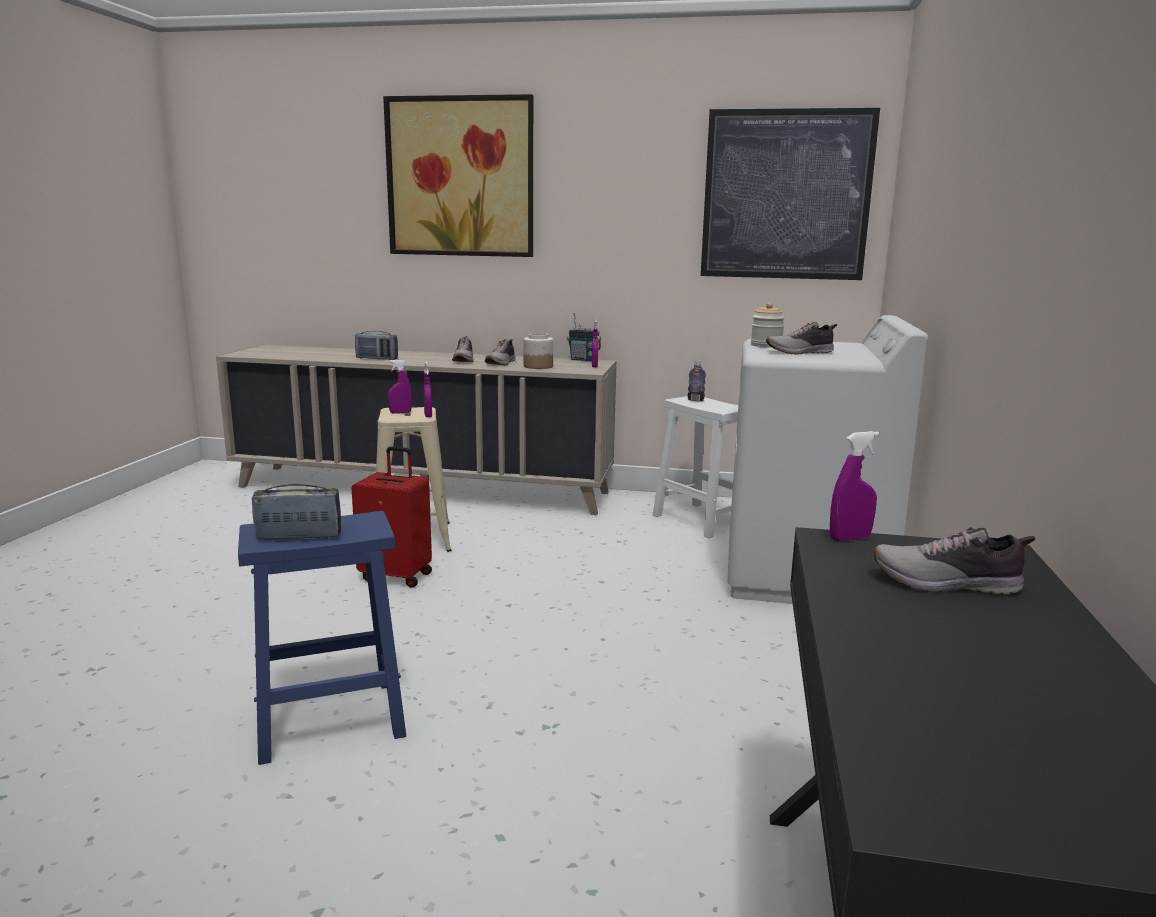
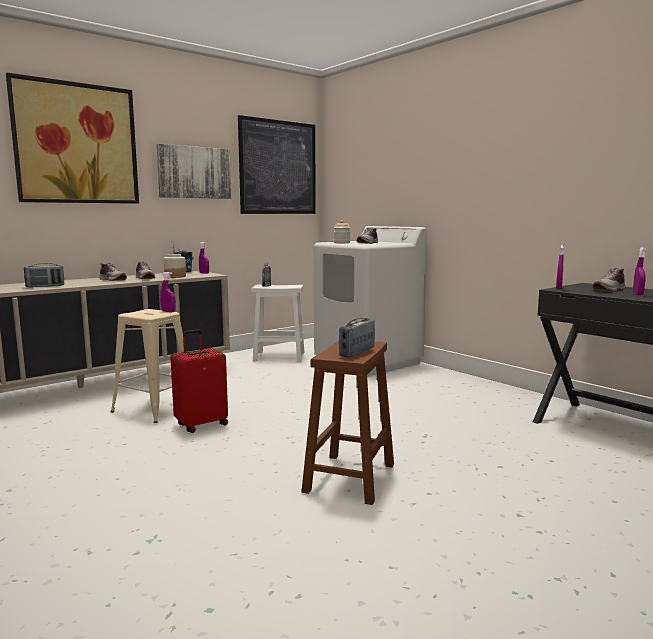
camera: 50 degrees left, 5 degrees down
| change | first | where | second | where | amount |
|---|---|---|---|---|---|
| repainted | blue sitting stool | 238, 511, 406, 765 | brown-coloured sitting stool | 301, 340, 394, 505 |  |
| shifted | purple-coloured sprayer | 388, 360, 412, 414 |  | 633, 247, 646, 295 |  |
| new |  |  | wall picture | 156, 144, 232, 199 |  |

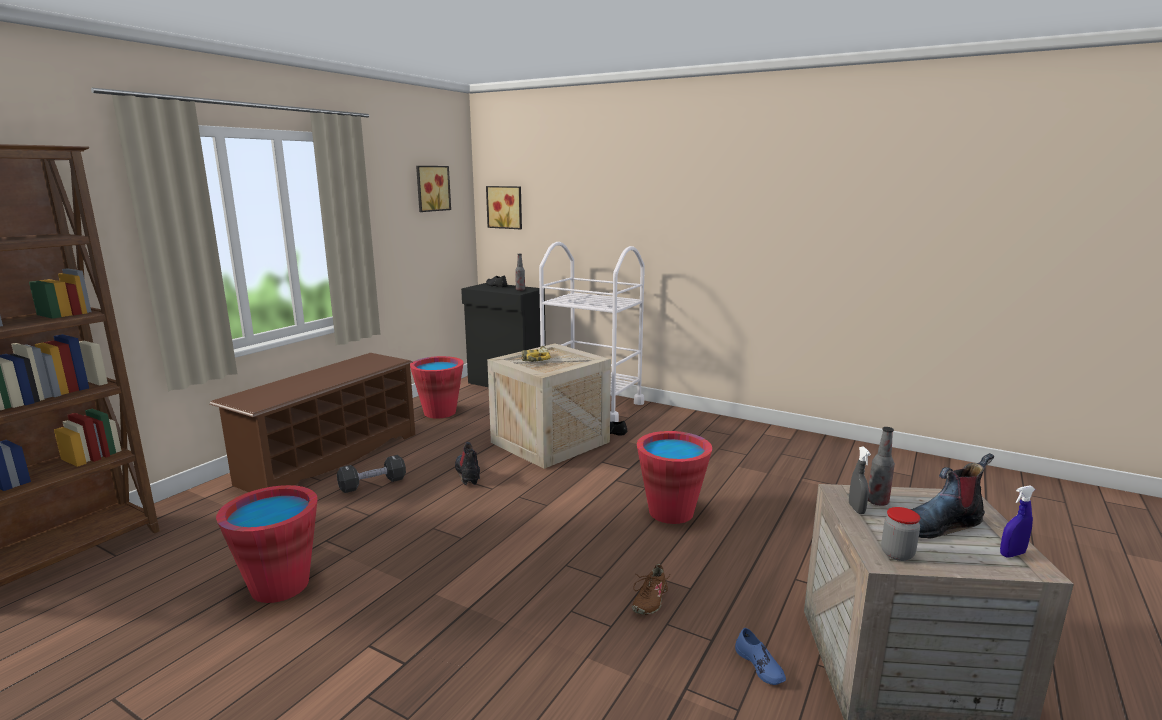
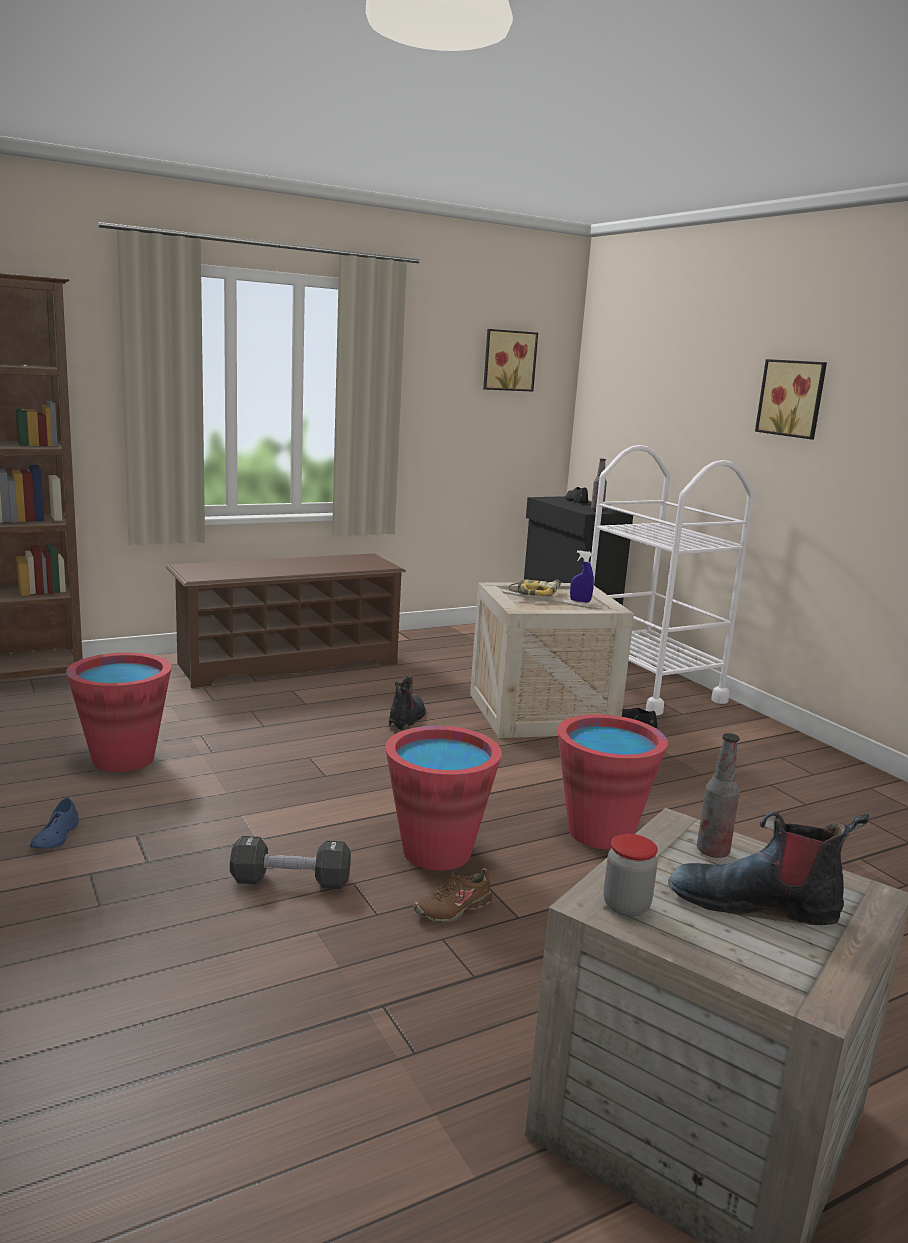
camera: 30 degrees right, 0 degrees up
| change | first | where | second | where | amount |
|---|---|---|---|---|---|
| shifted | black-coloured dumbbell | 337, 455, 406, 493 |  | 230, 836, 351, 889 |  |
| shifted | red water bucket | 410, 356, 464, 419 |  | 385, 726, 502, 870 |  |
| shifted | wall picture | 486, 186, 522, 229 |  | 755, 359, 827, 439 |  |
| shifted | blue shoe | 735, 628, 786, 685 |  | 30, 797, 79, 849 |  |
| gone | greyish sprayer | 849, 446, 871, 514 |  |  |  |
| shifted | blue sprayer | 1000, 485, 1035, 558 |  | 570, 551, 594, 603 |  |

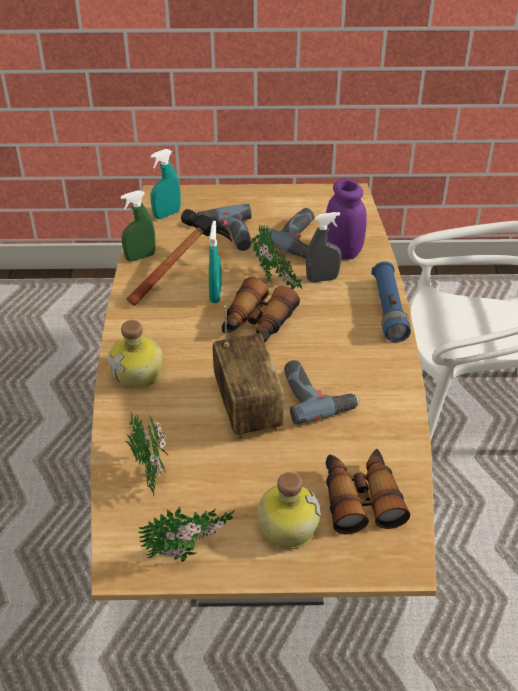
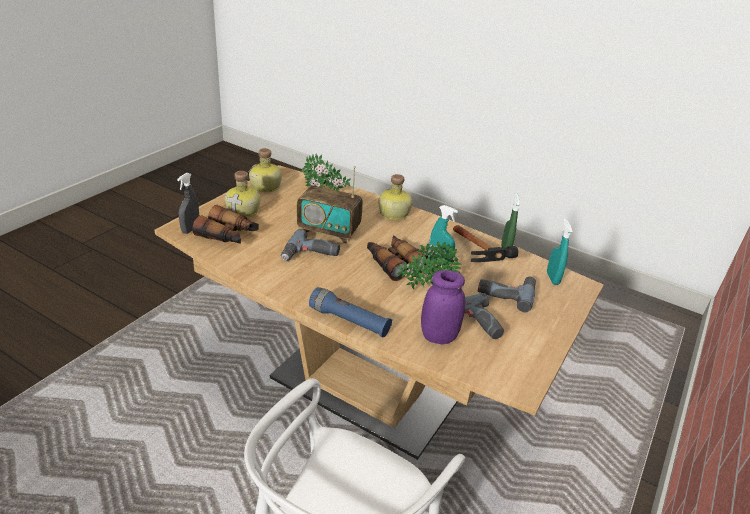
camera: 120 degrees right, 10 degrees down
| change | first | where | second | where | amount |
|---|---|---|---|---|---|
| swapped | plant in a pot | 138, 506, 235, 562 | bottle | 249, 148, 282, 192 |  |
| shifted | greyish sprayer | 306, 212, 341, 283 |  | 177, 173, 199, 234 |  |

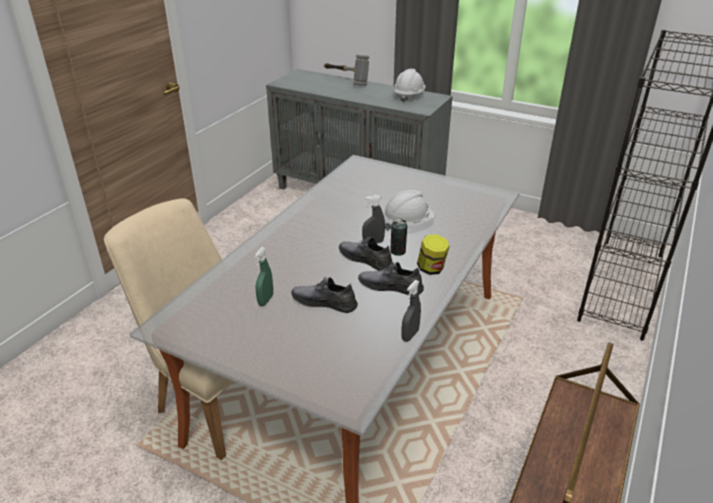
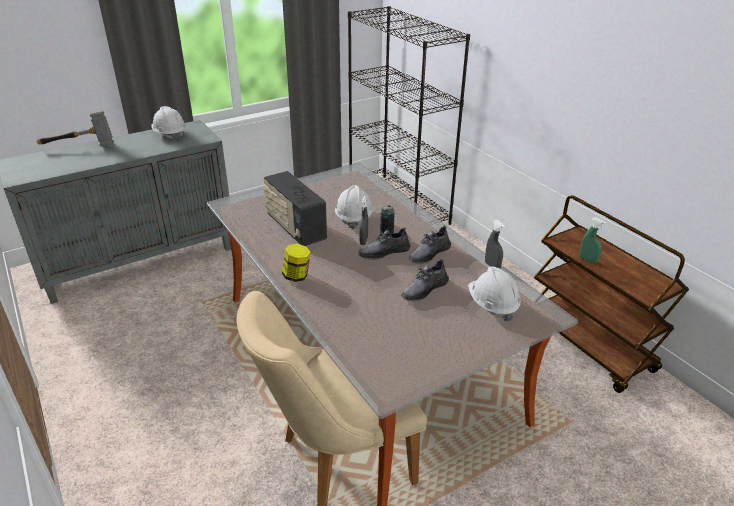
camera: 60 degrees left, 0 degrees up
| change | first | where | second | where | amount |
|---|---|---|---|---|---|
| shifted | greenish sprayer | 255, 247, 273, 306 |  | 580, 218, 606, 264 |  |
| shifted | preserve jar | 417, 234, 450, 275 |  | 282, 244, 311, 282 |  |
| new |  |  | radio set | 263, 171, 327, 246 |  |
| new |  |  | white-coloured hard hat | 468, 266, 521, 322 |  |

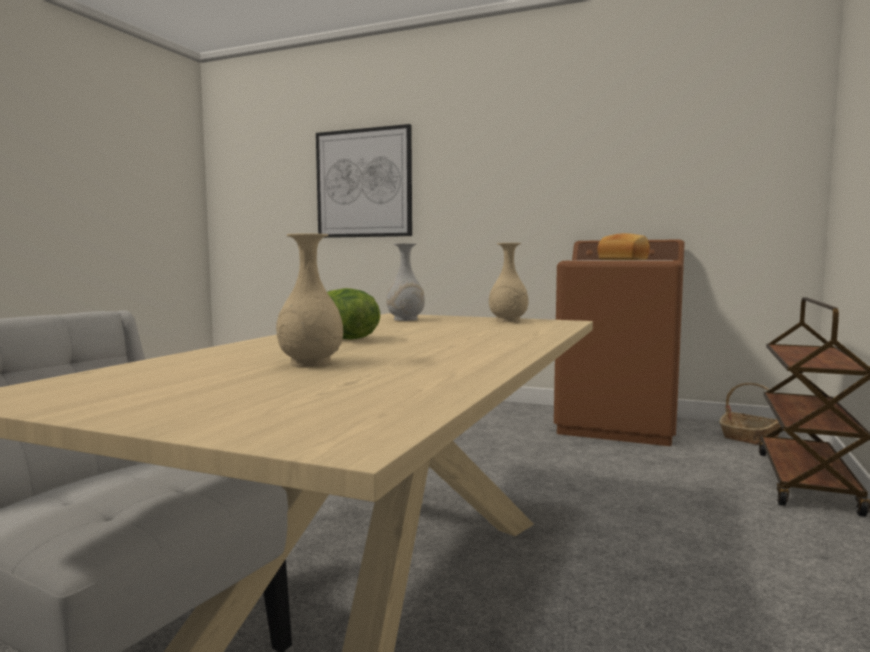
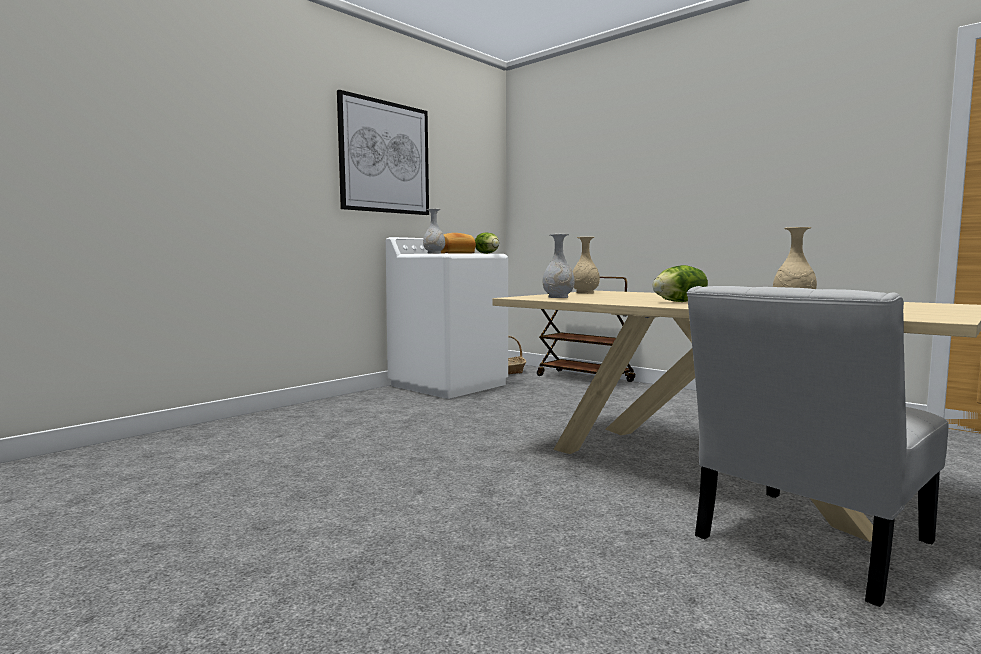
camera: 70 degrees left, 0 degrees up
| change | first | where | second | where | amount |
|---|---|---|---|---|---|
| shifted | wall picture | 316, 124, 412, 238 |  | 337, 90, 429, 215 |  |
| repainted | brown-coloured laundry machine | 554, 239, 685, 446 | white-coloured laundry machine | 386, 237, 508, 399 |  |
| new |  |  | white-coloured decorative vase | 423, 209, 445, 254 |  |
| new |  |  | head of lettuce | 475, 232, 499, 254 |  |

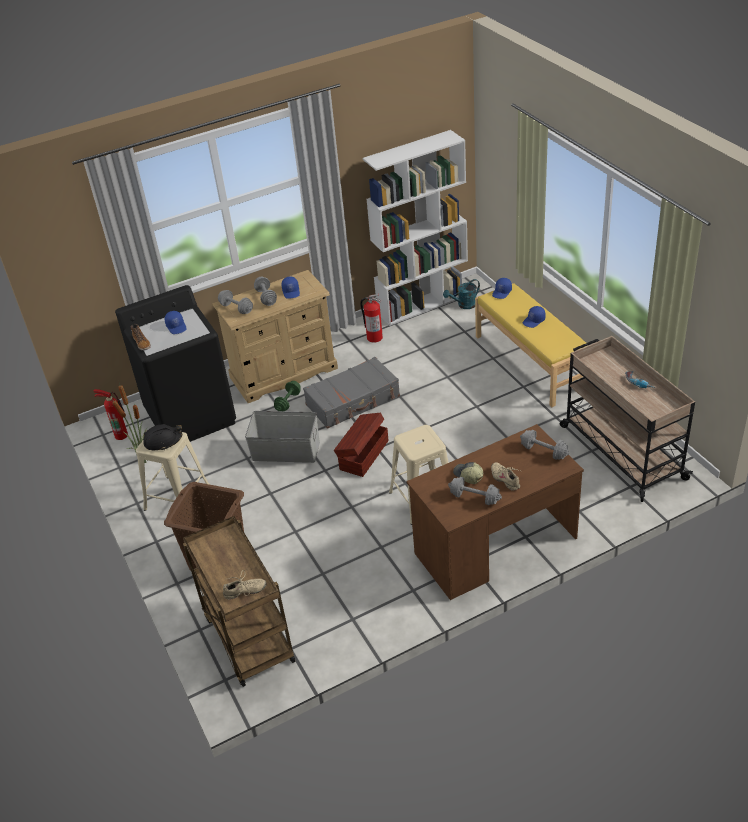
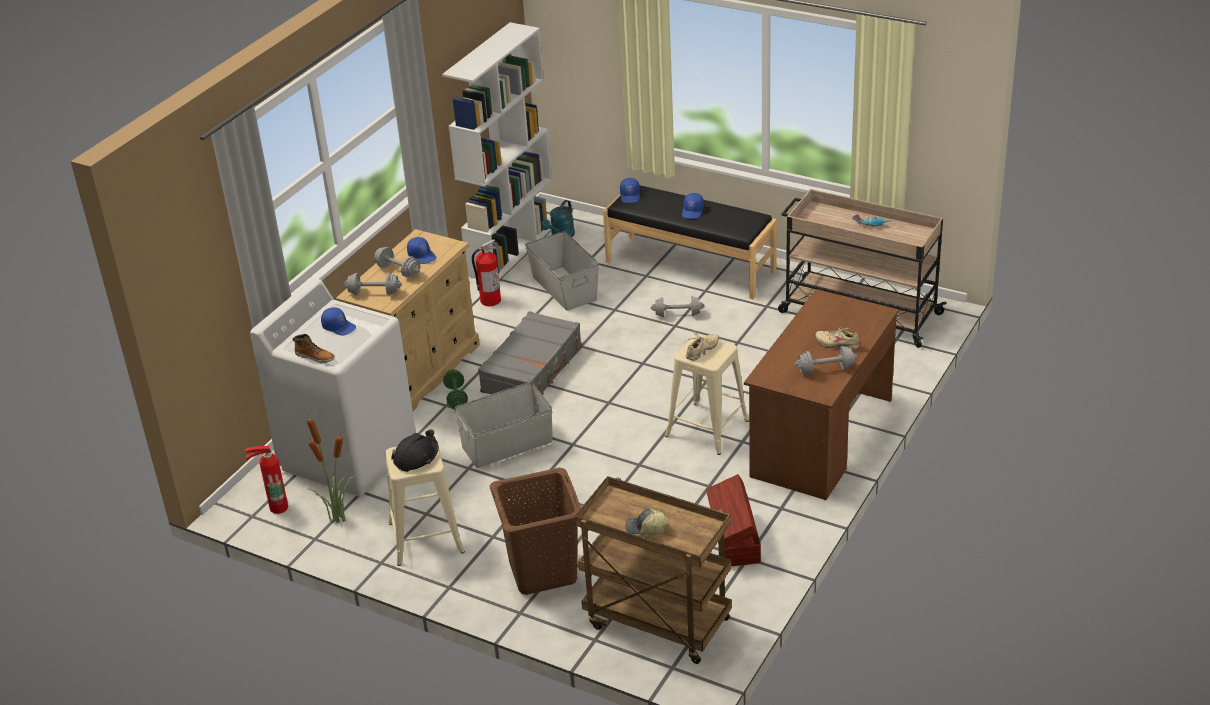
camera: 35 degrees left, 5 degrees down
| change | first | where | second | where | amount |
|---|---|---|---|---|---|
| repainted | black-coloured laundry machine | 115, 285, 236, 442 | white-coloured laundry machine | 250, 278, 416, 497 |  |
| shifted | sand-coloured shoe | 223, 570, 267, 600 |  | 684, 330, 719, 361 |  |
| shifted | brown-coloured storage container | 334, 413, 389, 477 |  | 706, 474, 761, 566 |  |
| shifted | cap | 453, 462, 483, 484 |  | 625, 508, 669, 535 |  |
| repainted | yellow bench | 475, 283, 586, 408 | black-coloured bench | 603, 185, 777, 299 |  |
| shifted | greyish dumbbell | 520, 430, 569, 460 |  | 651, 296, 704, 317 |  |
| new |  |  | greyish storage container | 525, 231, 599, 311 |  |

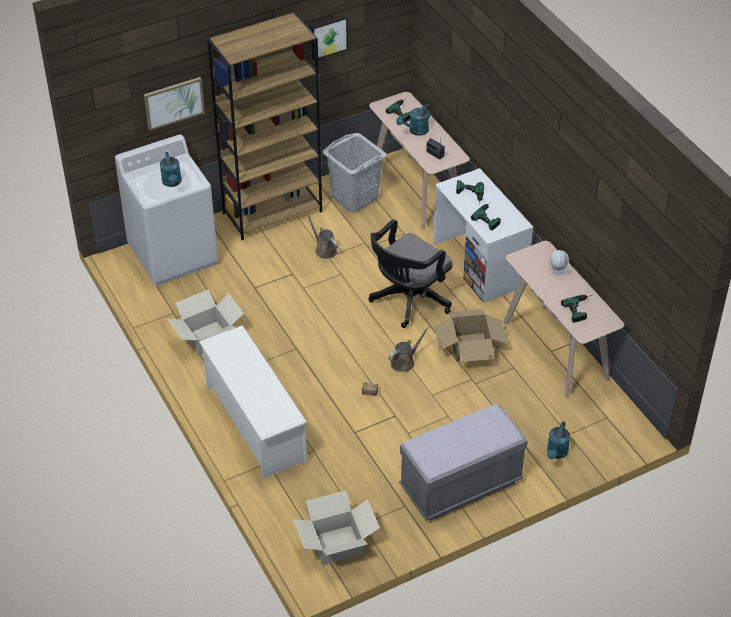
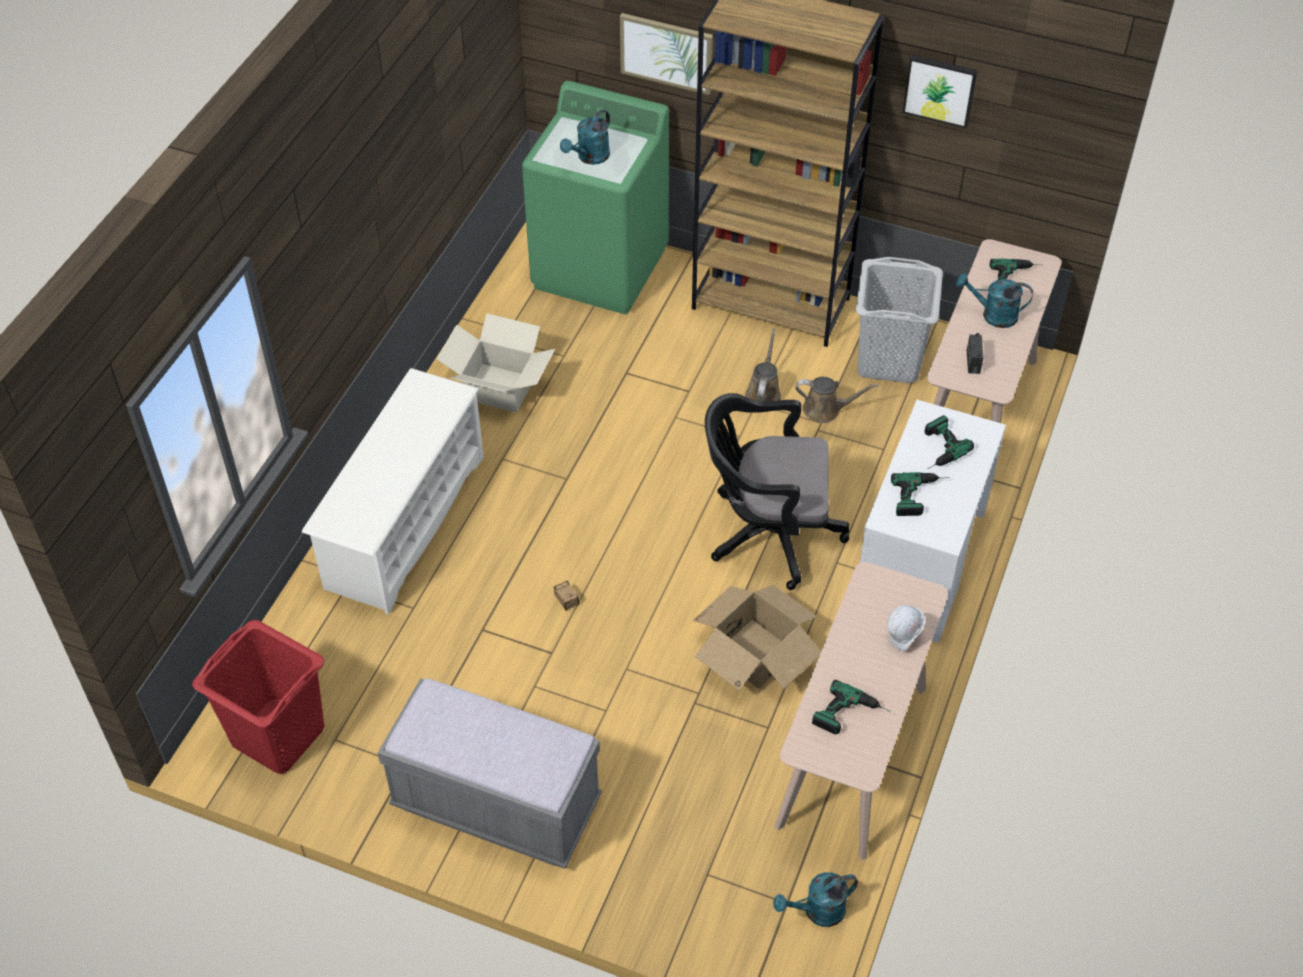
camera: 50 degrees right, 5 degrees up
| change | first | where | second | where | amount |
|---|---|---|---|---|---|
| repainted | white-coloured laundry machine | 115, 134, 218, 286 | greenish laundry machine | 522, 81, 669, 314 |  |
| swapped | cardboard box | 294, 491, 380, 565 | red hamper | 192, 620, 324, 774 |  |
| shifted | brown-coloured watering pot | 388, 327, 429, 372 |  | 795, 377, 878, 423 |  |
| shifted | turquoise-coloured watering pot | 547, 421, 570, 459 |  | 773, 872, 858, 927 |  |

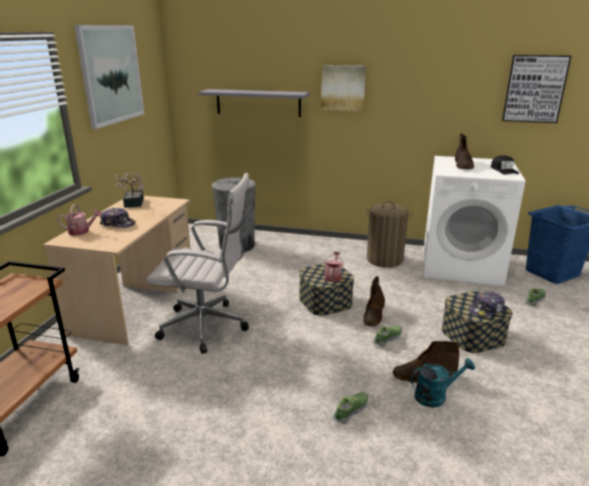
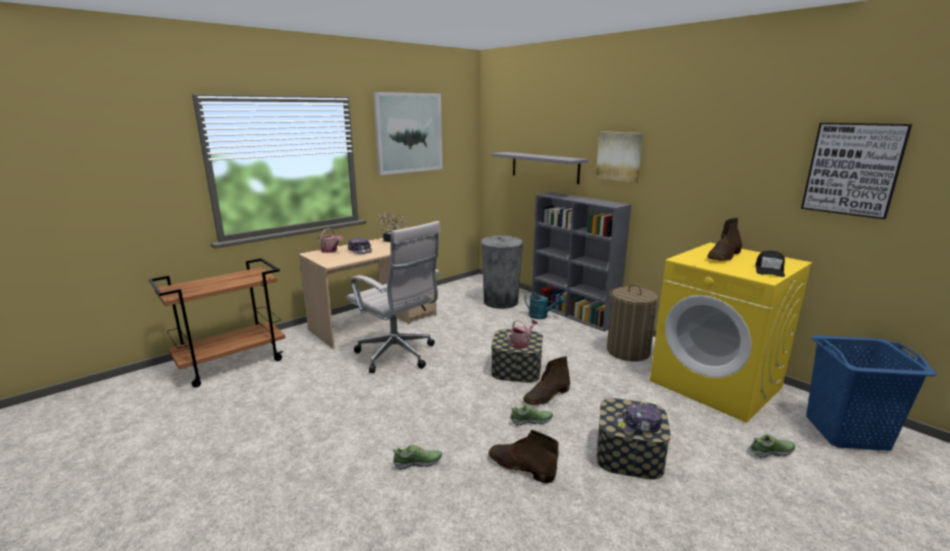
camera: 35 degrees right, 5 degrees down
| change | first | where | second | where | amount |
|---|---|---|---|---|---|
| shifted | turquoise-coloured watering pot | 411, 358, 475, 407 |  | 524, 291, 565, 319 |  |
| repainted | white-coloured laundry machine | 424, 156, 526, 286 | yellow laundry machine | 650, 243, 812, 423 |  |
| new |  |  | greyish bookshelf | 532, 192, 631, 332 |  |

